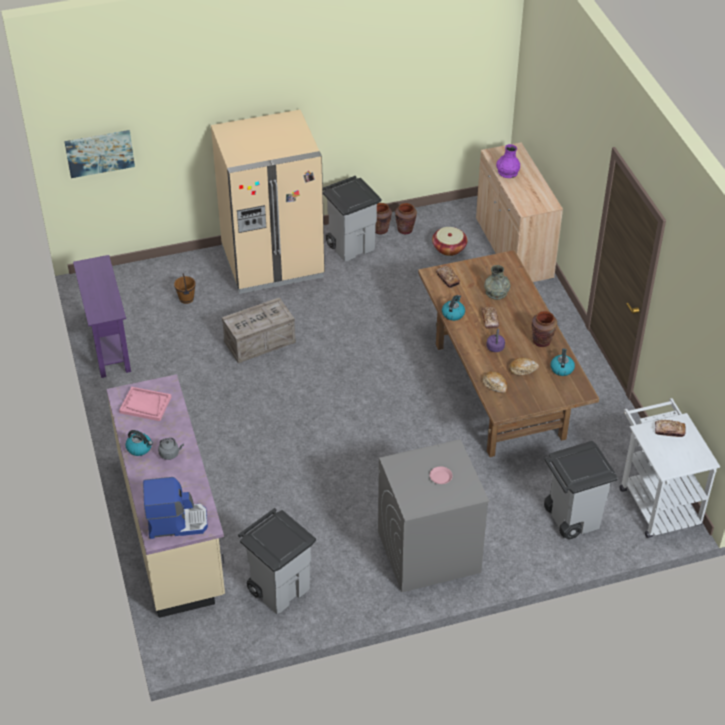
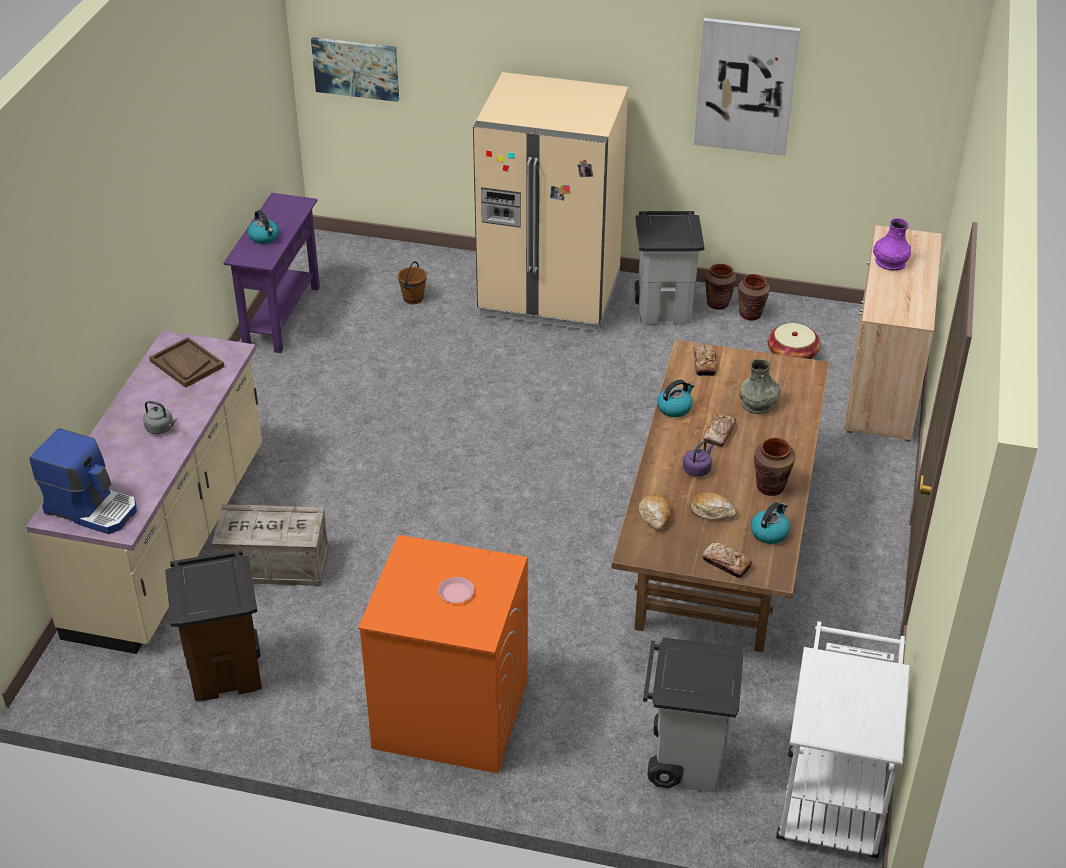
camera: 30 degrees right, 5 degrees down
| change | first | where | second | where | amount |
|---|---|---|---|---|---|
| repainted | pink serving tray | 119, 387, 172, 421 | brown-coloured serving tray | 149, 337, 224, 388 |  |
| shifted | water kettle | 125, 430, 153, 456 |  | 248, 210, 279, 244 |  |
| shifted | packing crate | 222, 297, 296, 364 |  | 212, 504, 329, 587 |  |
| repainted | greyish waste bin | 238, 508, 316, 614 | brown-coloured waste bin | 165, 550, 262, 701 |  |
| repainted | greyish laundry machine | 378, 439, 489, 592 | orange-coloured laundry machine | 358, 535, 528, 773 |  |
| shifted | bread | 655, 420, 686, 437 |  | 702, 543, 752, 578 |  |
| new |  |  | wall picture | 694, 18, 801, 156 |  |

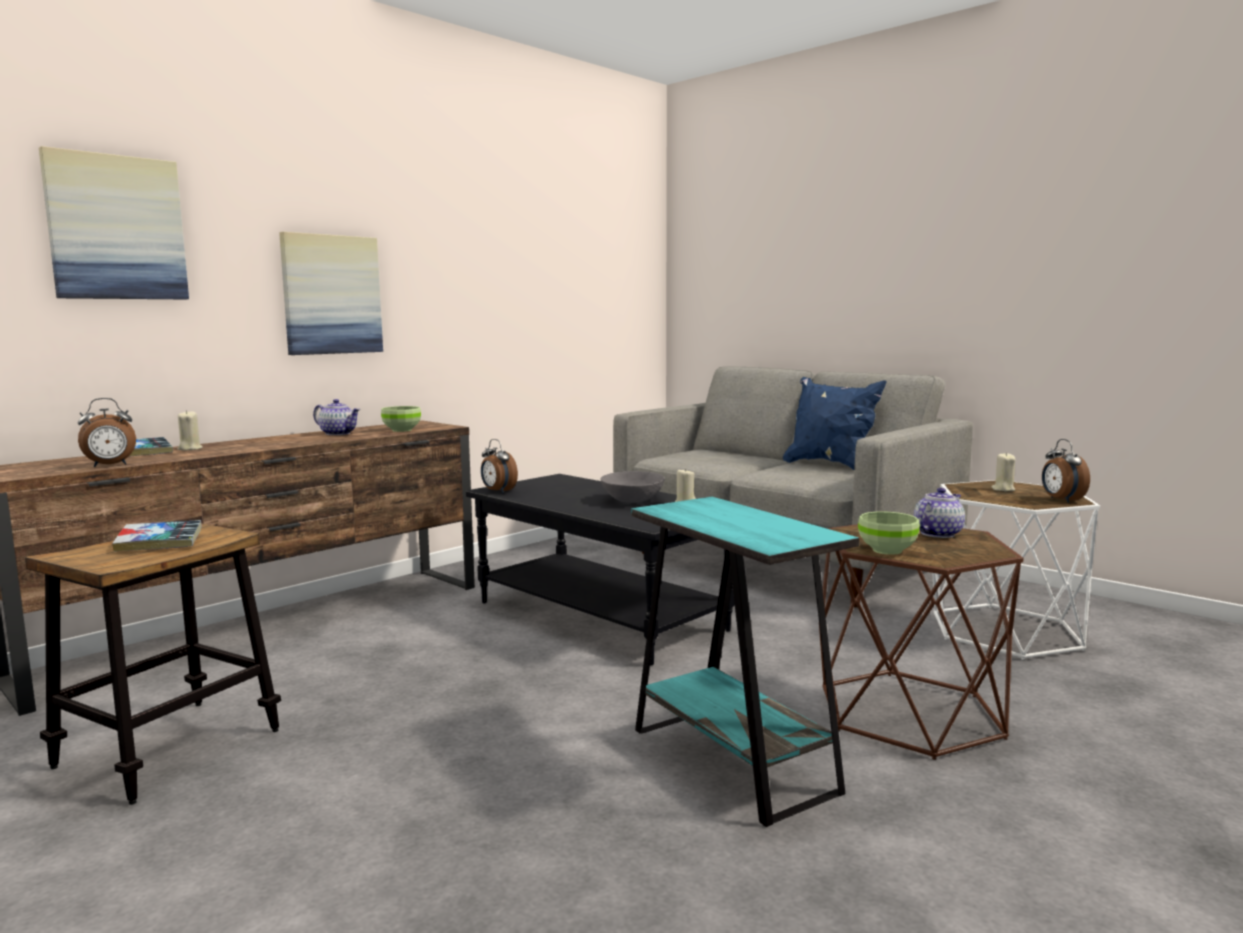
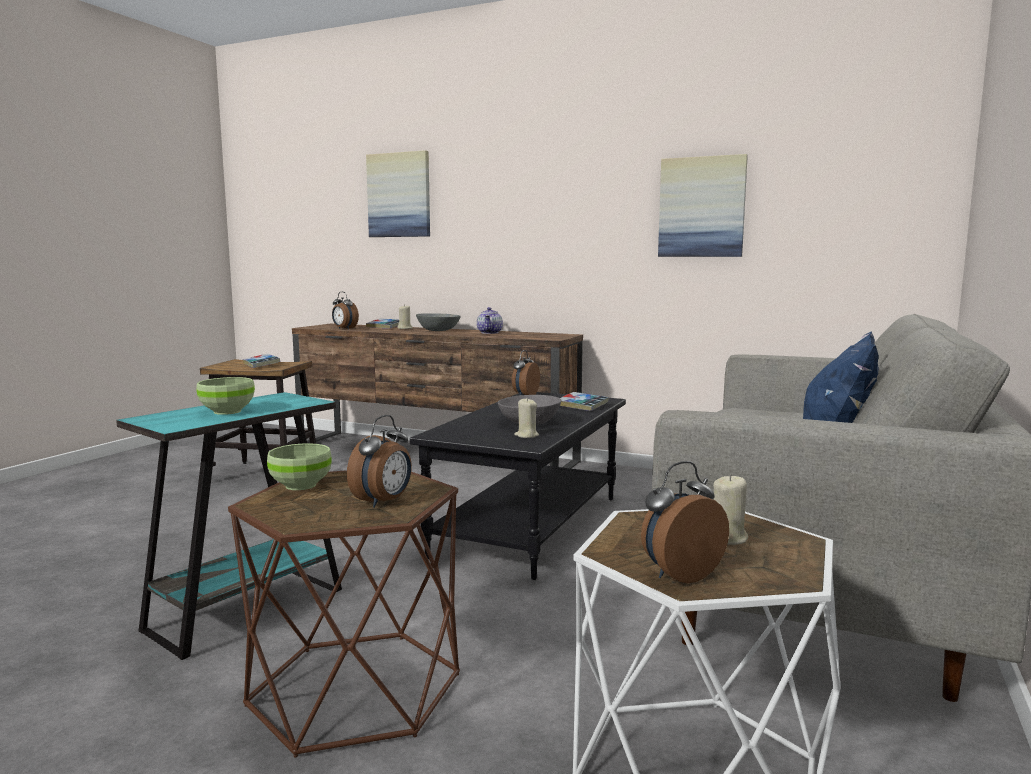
camera: 70 degrees right, 0 degrees up
| change | first | where | second | where | amount |
|---|---|---|---|---|---|
| shifted | wall picture | 279, 232, 383, 355 |  | 658, 154, 748, 257 |  |
| shifted | greenish serving bowl | 381, 406, 421, 432 |  | 196, 377, 255, 415 |  |
| swapped | teapot | 914, 488, 965, 538 | bedside clock | 347, 415, 412, 508 |  |
| new |  |  | greyish serving bowl | 416, 313, 461, 331 |  |
| new |  |  | volume | 560, 392, 609, 411 |  |

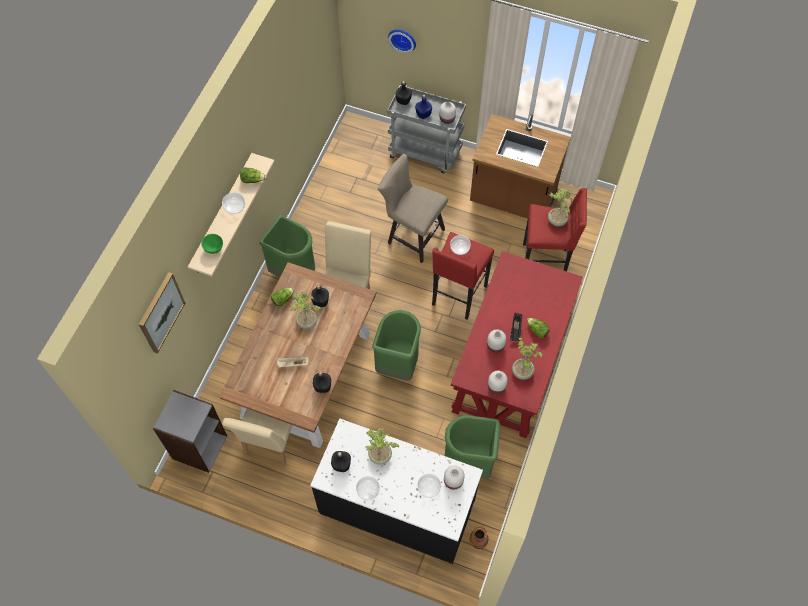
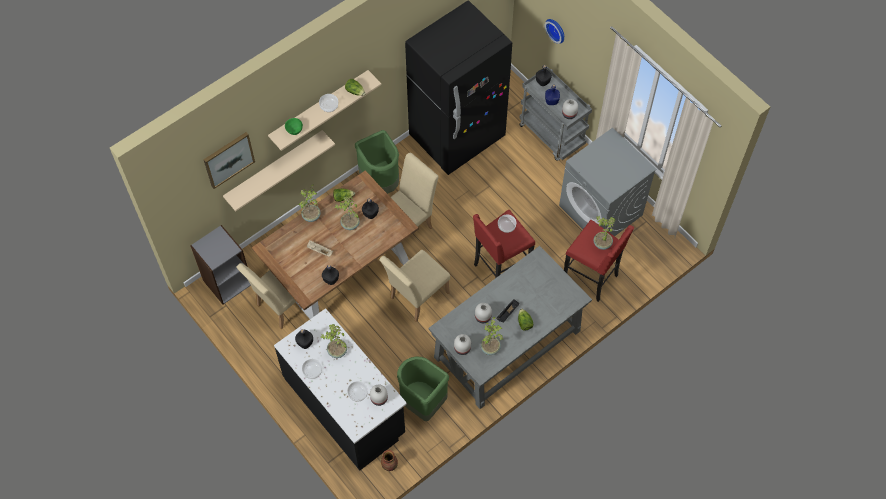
camera: 30 degrees right, 0 degrees up
| change | first | where | second | where | amount |
|---|---|---|---|---|---|
| swapped | greenish waste bin | 372, 310, 421, 381 | sand-coloured upright chair | 379, 250, 450, 322 |  |
| gone | sand-coloured sitting stool | 378, 153, 448, 263 |  |  |  |
| repainted | red desk unit | 451, 251, 583, 438 | greyish desk unit | 428, 246, 592, 409 |  |
| swapped | brown-coloured counter | 470, 114, 571, 218 | greyish laundry machine | 559, 128, 657, 236 |  |
| new |  |  | sand-coloured bracket shelf | 223, 130, 335, 211 |  |
| new |  |  | plant in a pot | 299, 185, 321, 222 |  |
| new |  |  | black-coloured kitchen fridge | 405, 0, 512, 175 |  |

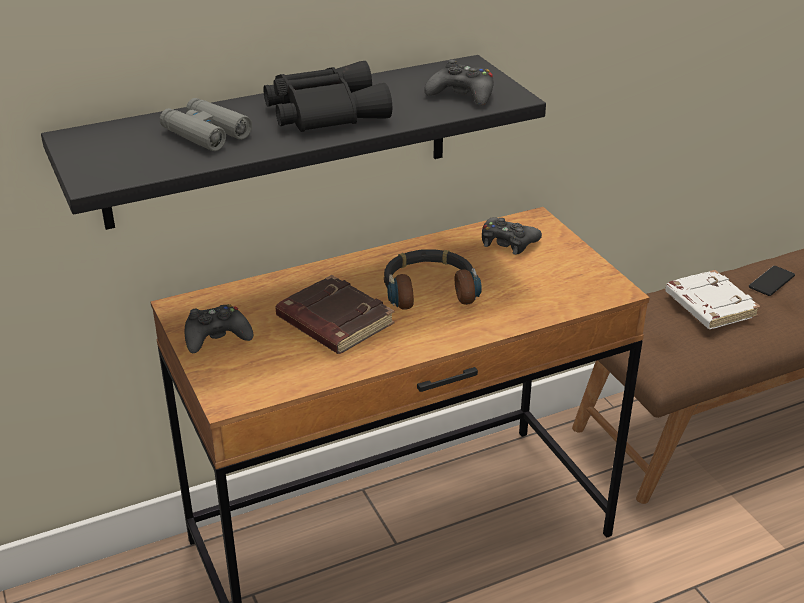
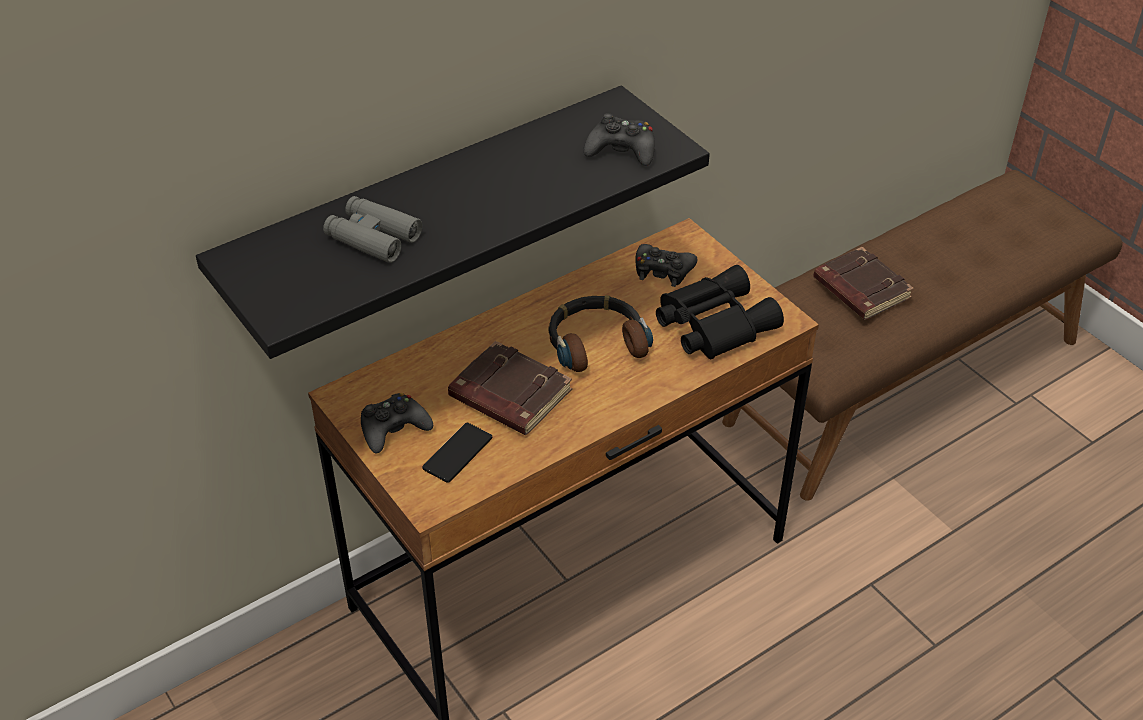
camera: 10 degrees left, 10 degrees up
| change | first | where | second | where | amount |
|---|---|---|---|---|---|
| shifted | black-coloured field glasses | 263, 61, 392, 132 |  | 656, 265, 784, 359 |  |
| repainted | white-coloured volume | 665, 270, 761, 329 | brown-coloured volume | 813, 247, 914, 320 |  |
| shifted | phone | 749, 266, 795, 296 |  | 422, 423, 492, 483 |  |

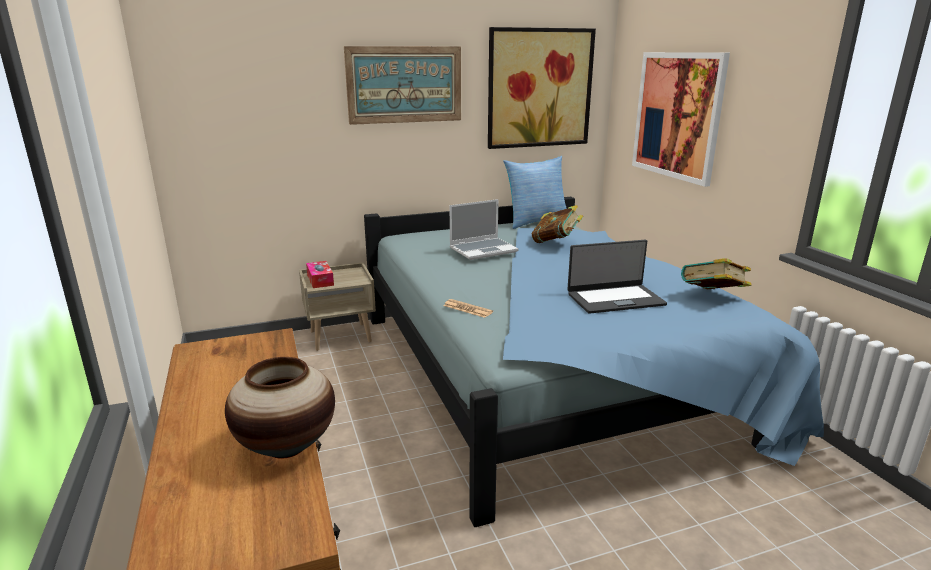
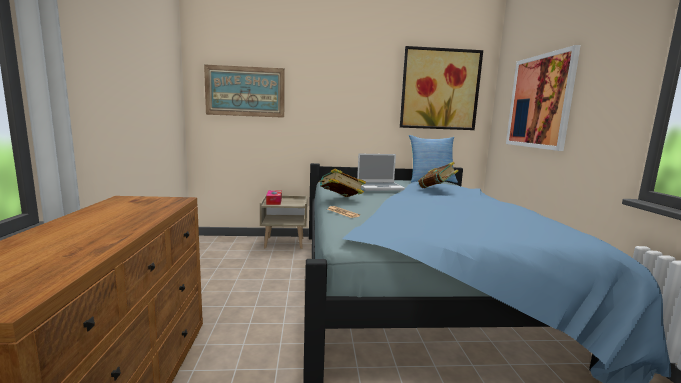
camera: 15 degrees right, 10 degrees down
| change | first | where | second | where | amount |
|---|---|---|---|---|---|
| gone | decorative vase | 225, 357, 335, 459 |  |  |  |
| shifted | wall picture | 344, 46, 461, 125 |  | 204, 64, 285, 118 |  |
| gone | portable computer | 567, 240, 667, 314 |  |  |  |
| shifted | volume | 681, 258, 751, 289 |  | 319, 169, 366, 197 |  |

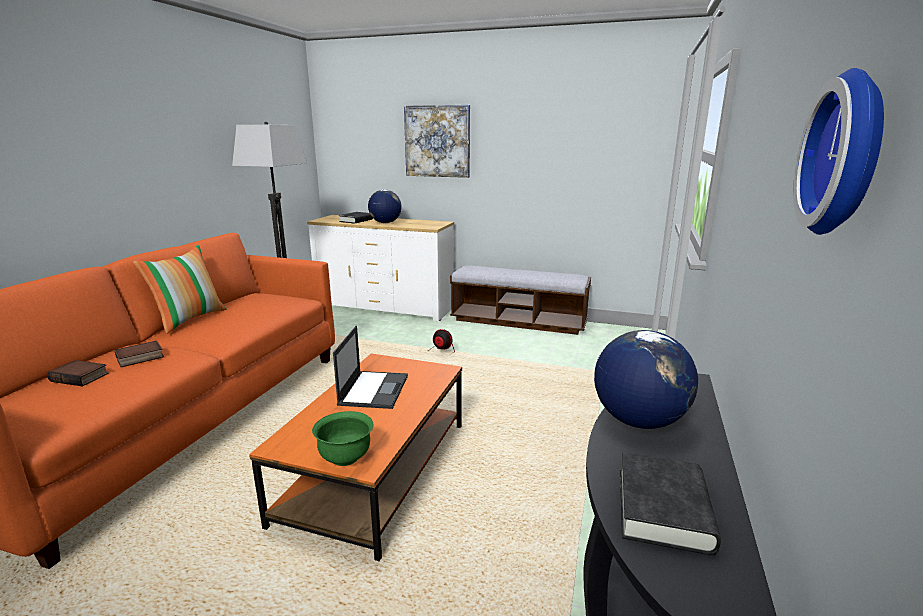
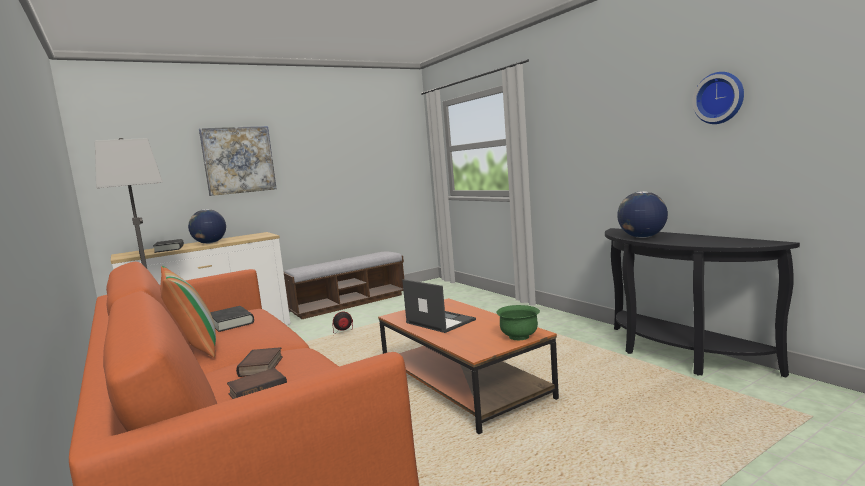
camera: 50 degrees left, 10 degrees down
| change | first | where | second | where | amount |
|---|---|---|---|---|---|
| shifted | black-coloured volume | 620, 453, 721, 555 |  | 210, 306, 254, 332 |  |

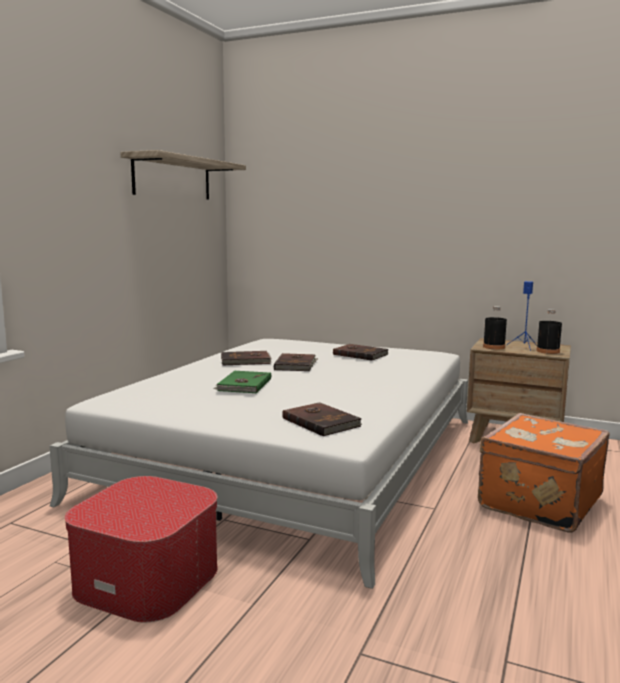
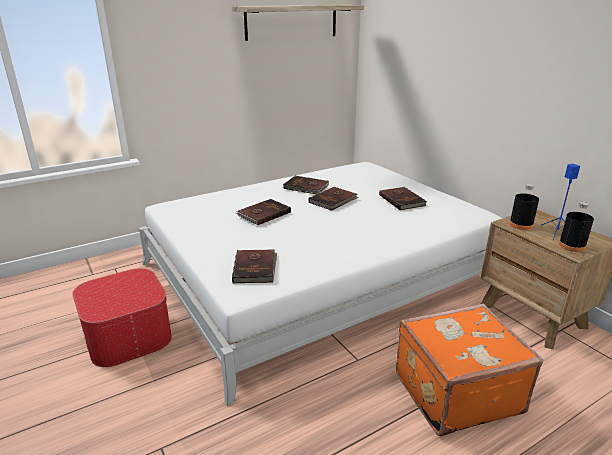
camera: 35 degrees right, 15 degrees up
| change | first | where | second | where | amount |
|---|---|---|---|---|---|
| repainted | greenish volume | 214, 371, 271, 394 | brown-coloured volume | 236, 199, 291, 225 |  |

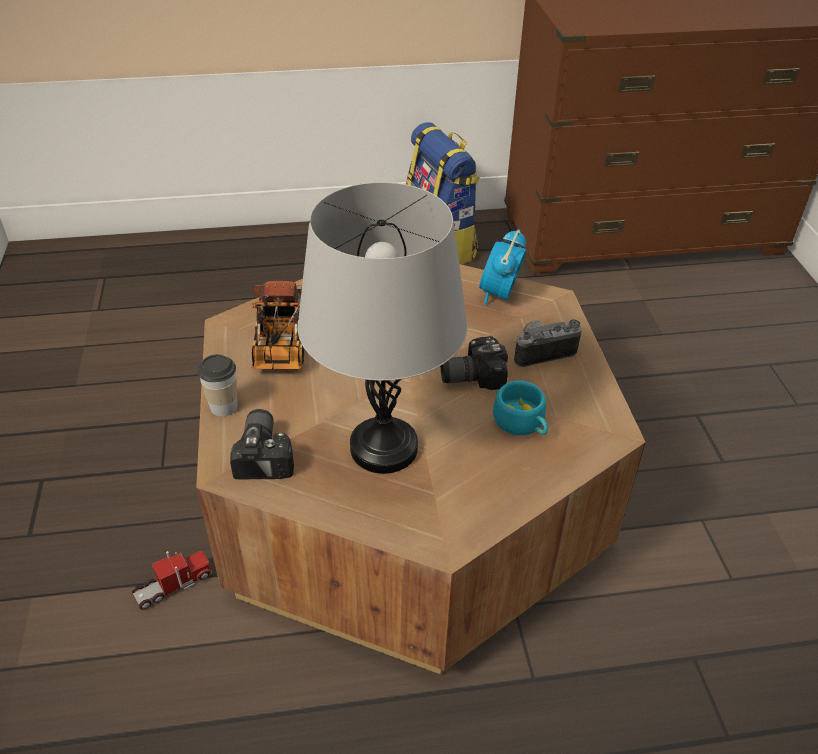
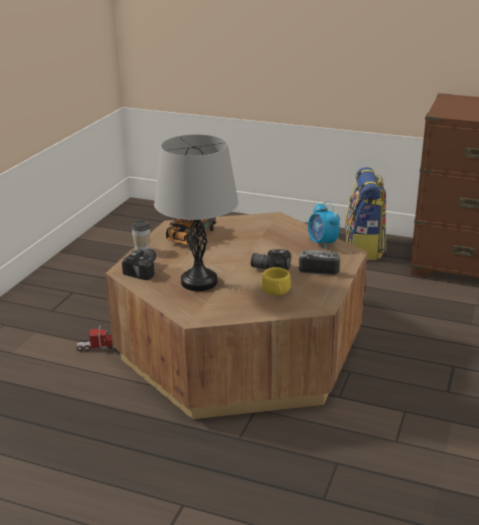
camera: 30 degrees right, 15 degrees down
| change | first | where | second | where | amount |
|---|---|---|---|---|---|
| rotated | bedside clock | 479, 229, 526, 305 |  | 308, 202, 340, 250 | 75 degrees counterclockwise |
| repainted | turquoise-coloured small cup | 493, 381, 548, 435 | yellow small cup | 261, 267, 291, 295 |  |

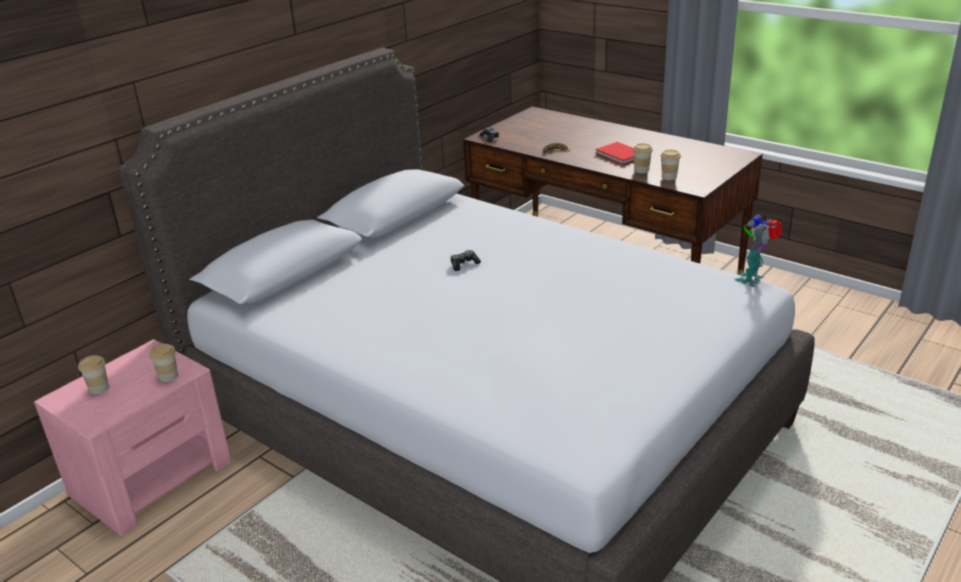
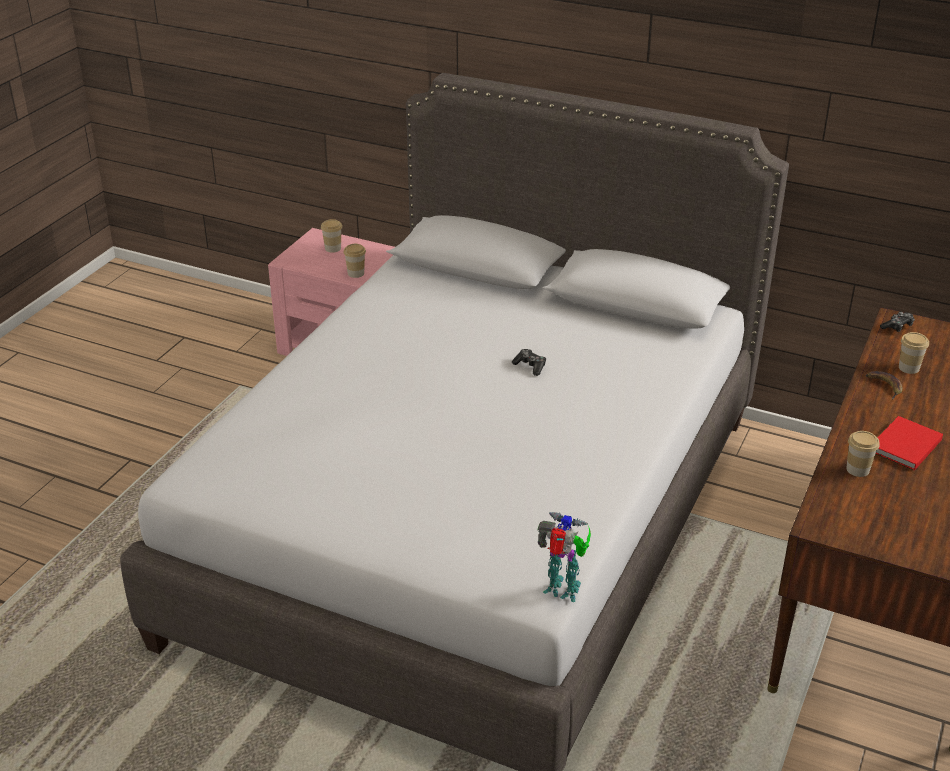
camera: 75 degrees right, 5 degrees up
| change | first | where | second | where | amount |
|---|---|---|---|---|---|
| shifted | small cup | 661, 150, 681, 180 |  | 899, 332, 929, 374 |  |

